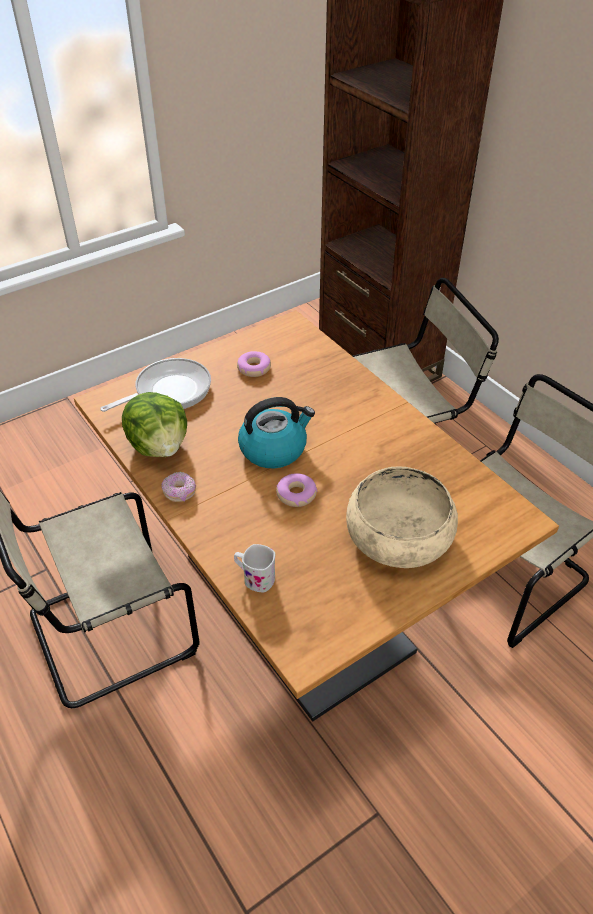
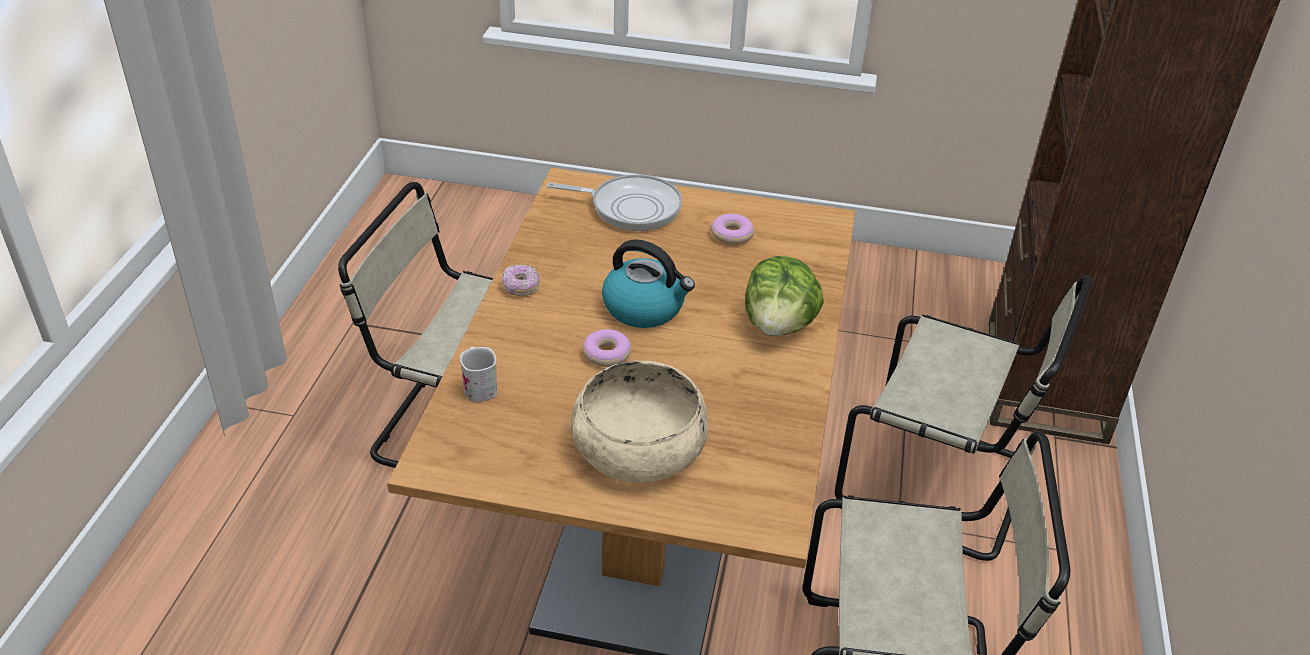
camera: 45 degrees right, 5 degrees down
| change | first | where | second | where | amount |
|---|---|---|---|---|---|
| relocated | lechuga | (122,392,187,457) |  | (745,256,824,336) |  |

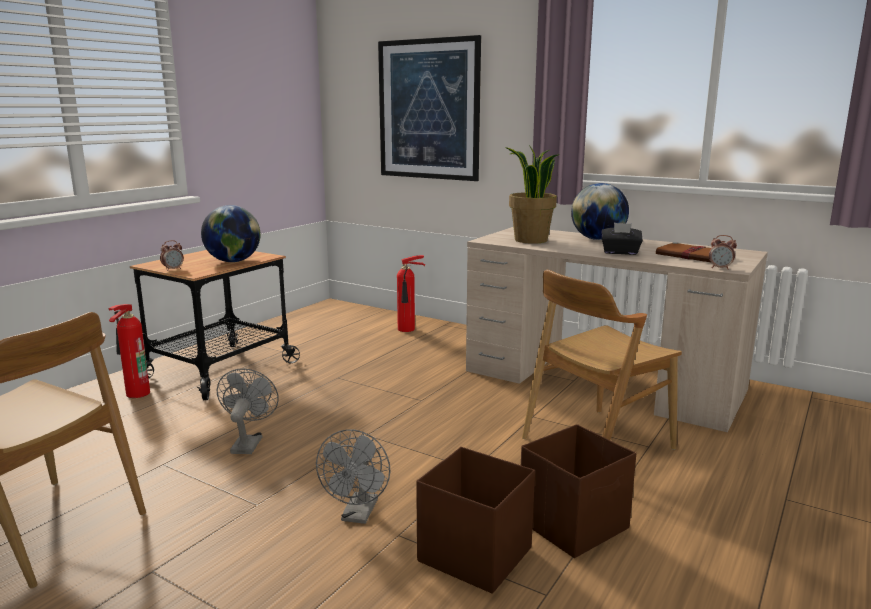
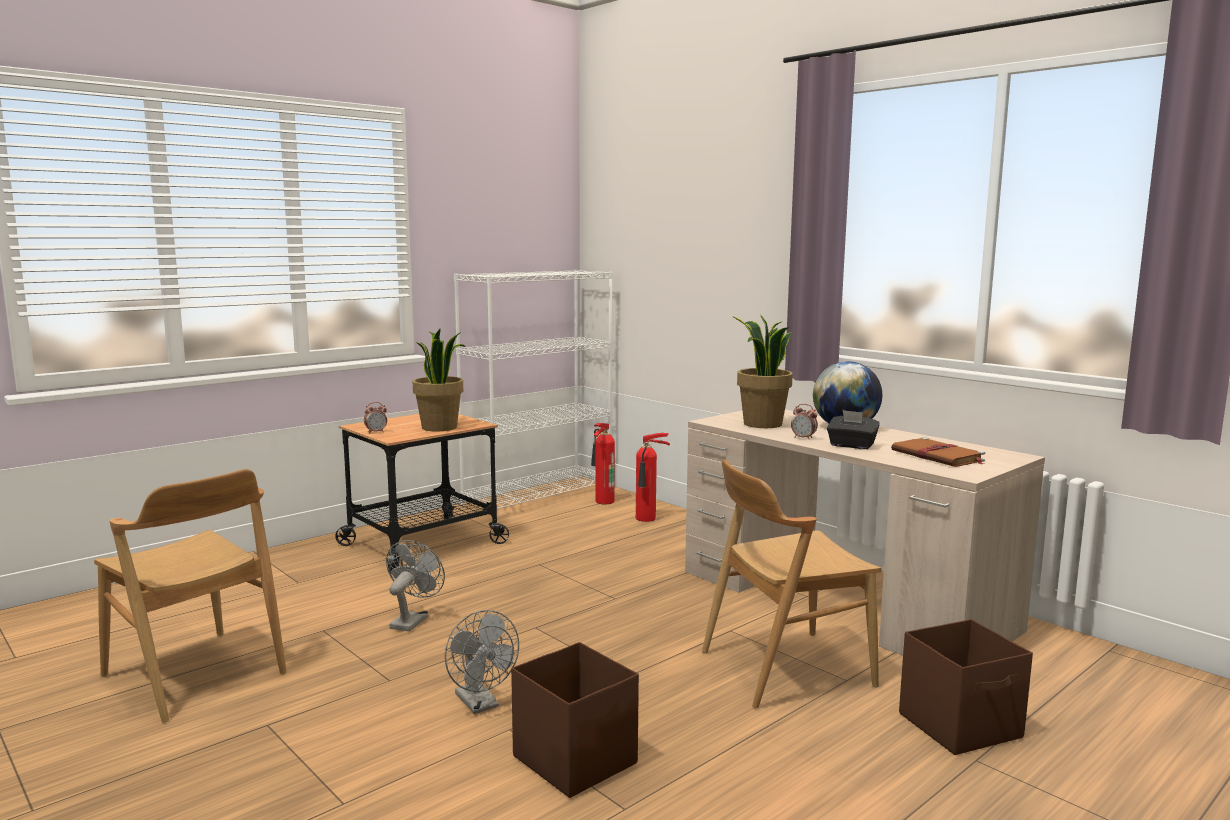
camera: 15 degrees right, 5 degrees down
| change | first | where | second | where | amount |
|---|---|---|---|---|---|
| missing | cuadro | (378,35,481,181) |  |  |  |
| appeared |  |  | estantería (blanco) | (454,270,613,509) |  |
| relocated | extintor | (108,304,150,398) |  | (591,423,615,504) |  |
| relocated | caja de almacenaje (marrón) | (521,424,636,558) |  | (899,619,1033,755) |  |
| relocated | despertador | (709,235,737,270) |  | (791,404,818,440) |  |
| exchanged | globo terráqueo | (201,205,261,262) | planta en maceta | (413,329,466,431) |  |
| spun | ventilador (gris) | (316,429,390,524) |  | (445,610,519,714) | 60 degrees counterclockwise |

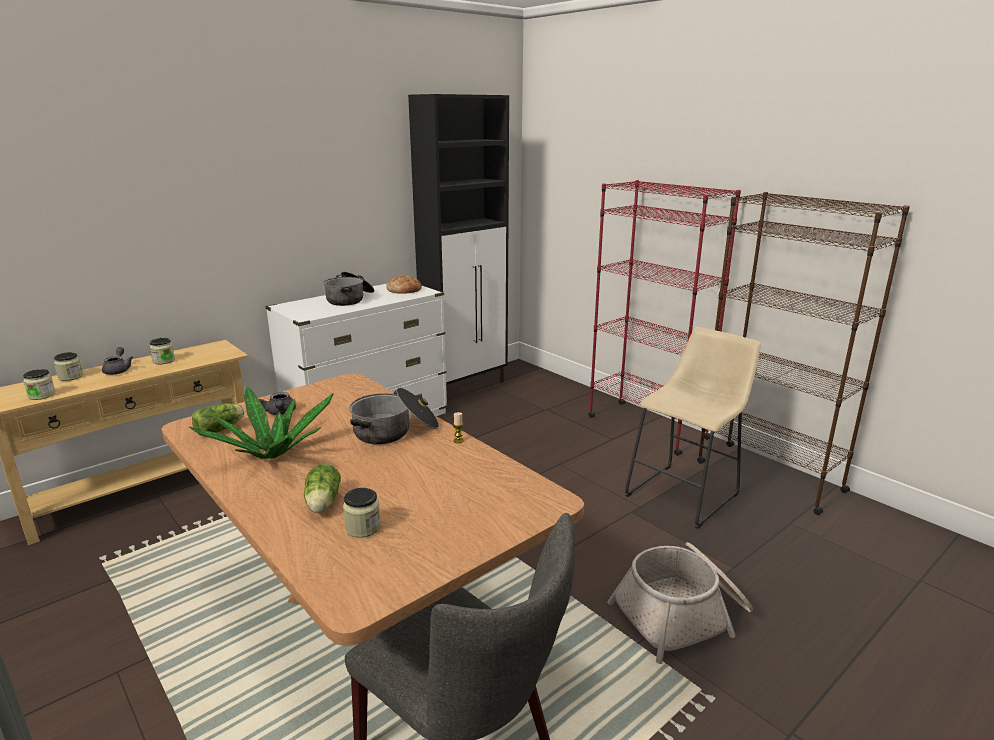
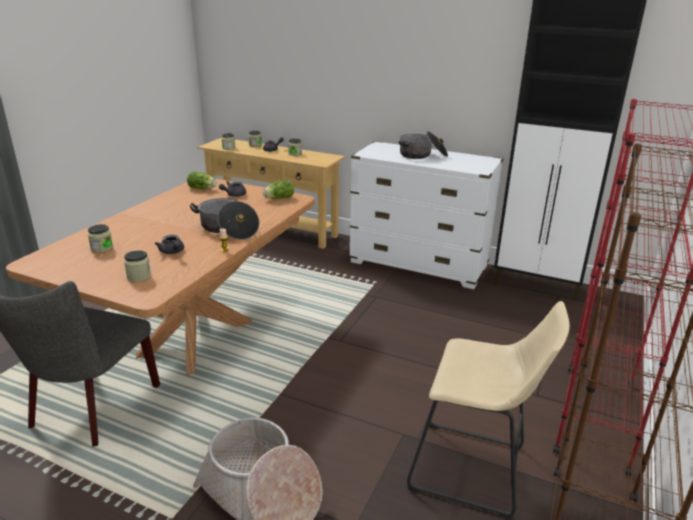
camera: 65 degrees right, 5 degrees up
| change | first | where | second | where | amount |
|---|---|---|---|---|---|
| missing | planta en maceta | (189,386,334,459) |  |  |  |
| missing | pan | (386,275,422,294) |  |  |  |
| appeared |  |  | tarro | (124,250,151,282) |  |
| appeared |  |  | tetera (gris) | (155,235,184,254) |  |
| relocated | lechuga | (304,464,341,513) |  | (263,180,294,199) |  |

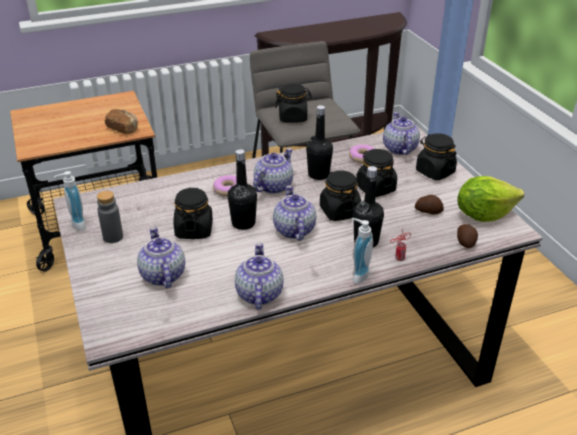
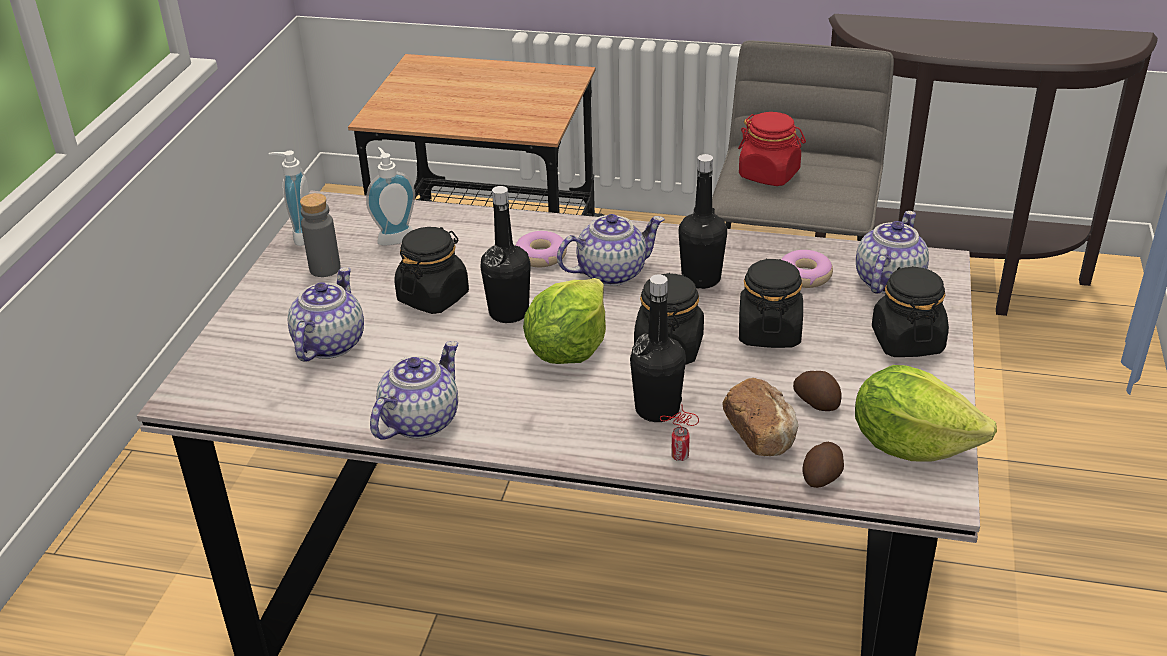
camera: 35 degrees right, 0 degrees up
| change | first | where | second | where | amount |
|---|---|---|---|---|---|
| relocated | pan | (105,109,138,134) |  | (723,378,798,456) |  |
| relocated | dispensador de jabón | (352,218,373,284) |  | (366,147,415,246) |  |
| exchanged | tetera | (273,185,316,241) | lechuga | (523,278,606,364) |  |
| colour | tarro (negro) | (275,83,312,123) | tarro (rojo) | (738,112,806,186) |  |

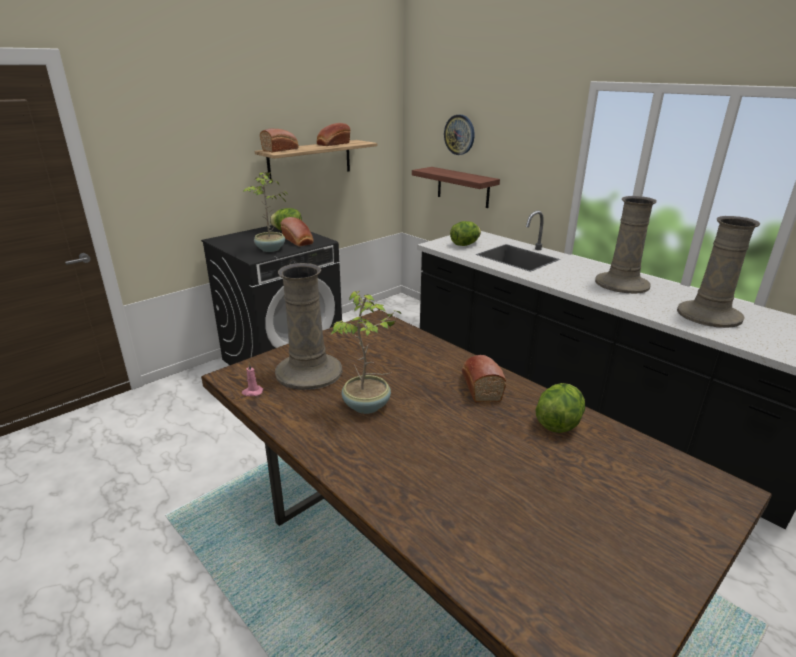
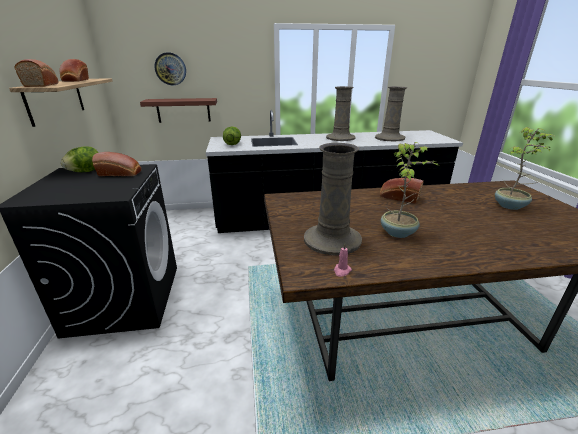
camera: 55 degrees left, 0 degrees up
| change | first | where | second | where | amount |
|---|---|---|---|---|---|
| missing | lechuga | (535,383,585,433) |  |  |  |
| relocated | planta en maceta | (243,172,289,252) |  | (495,127,556,210) |  |

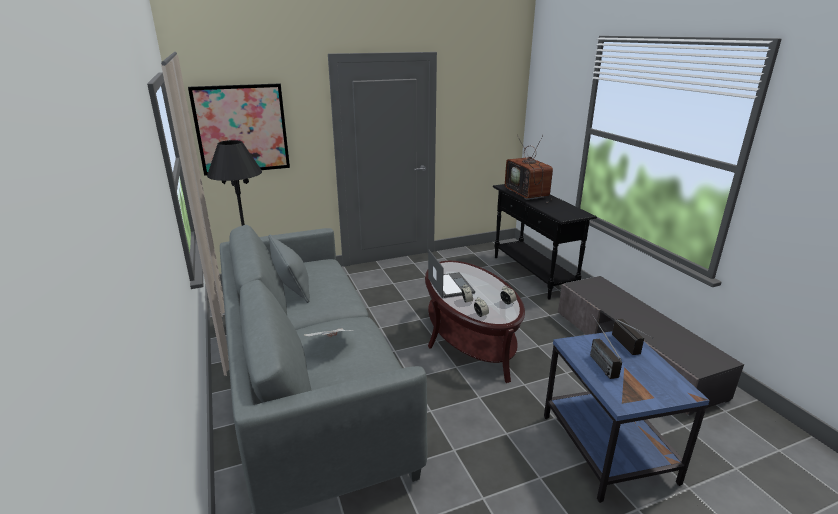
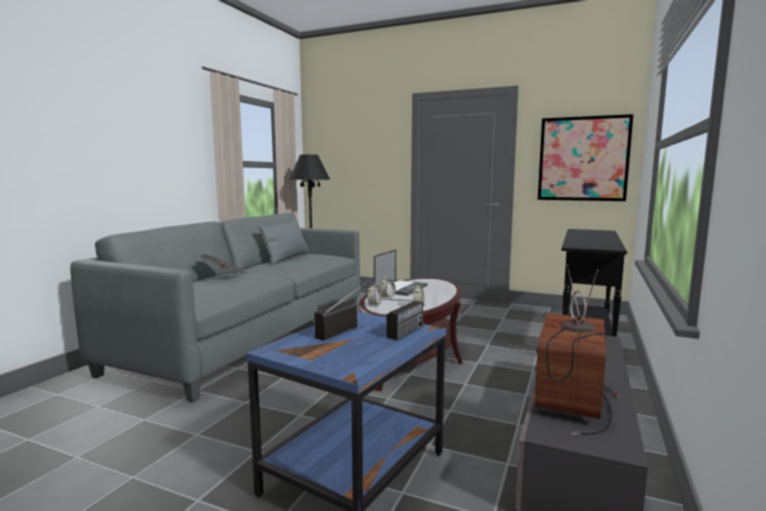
camera: 45 degrees right, 15 degrees down
| change | first | where | second | where | amount |
|---|---|---|---|---|---|
| relocated | cuadro | (188,83,290,176) |  | (538,114,633,201) |  |
| relocated | televisor | (505,135,553,203) |  | (534,264,620,436) |  |

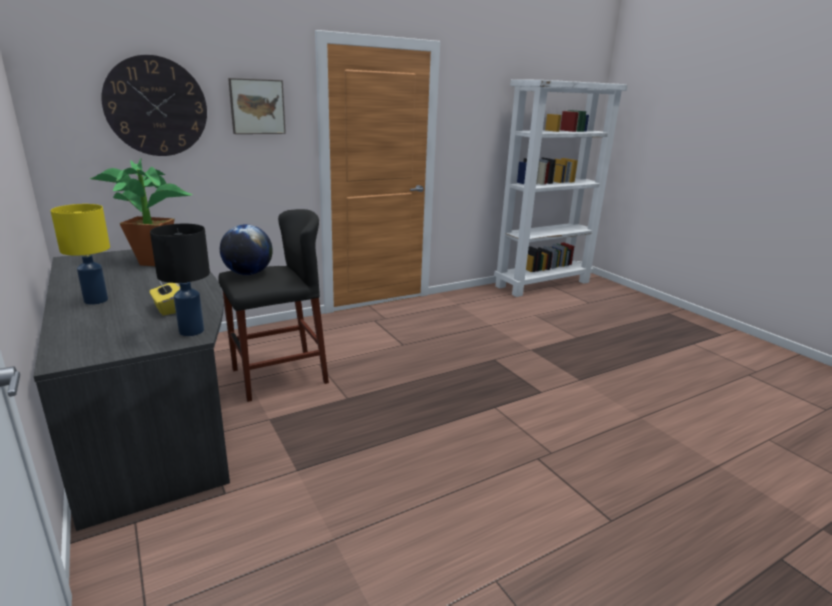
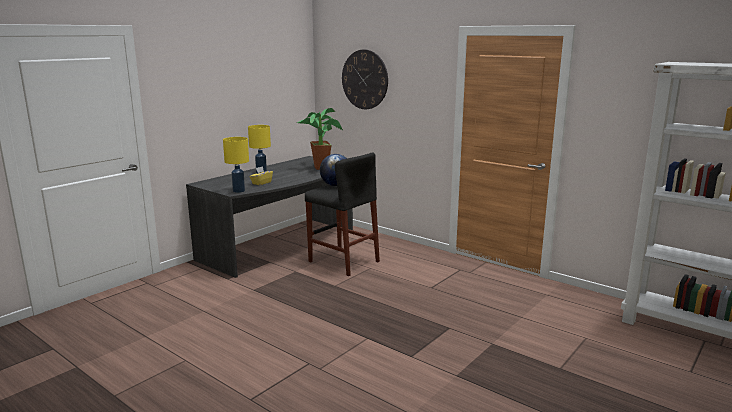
camera: 70 degrees right, 5 degrees down
| change | first | where | second | where | amount |
|---|---|---|---|---|---|
| missing | cuadro | (228,78,286,134) |  |  |  |
| colour | lámpara de mesa (negro) | (150,224,210,336) | lámpara de mesa (amarillo) | (223,137,249,193) |  |

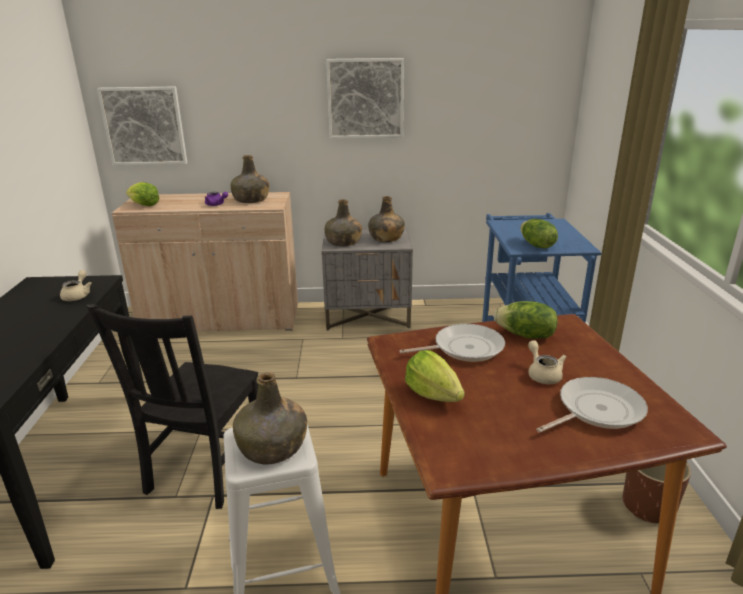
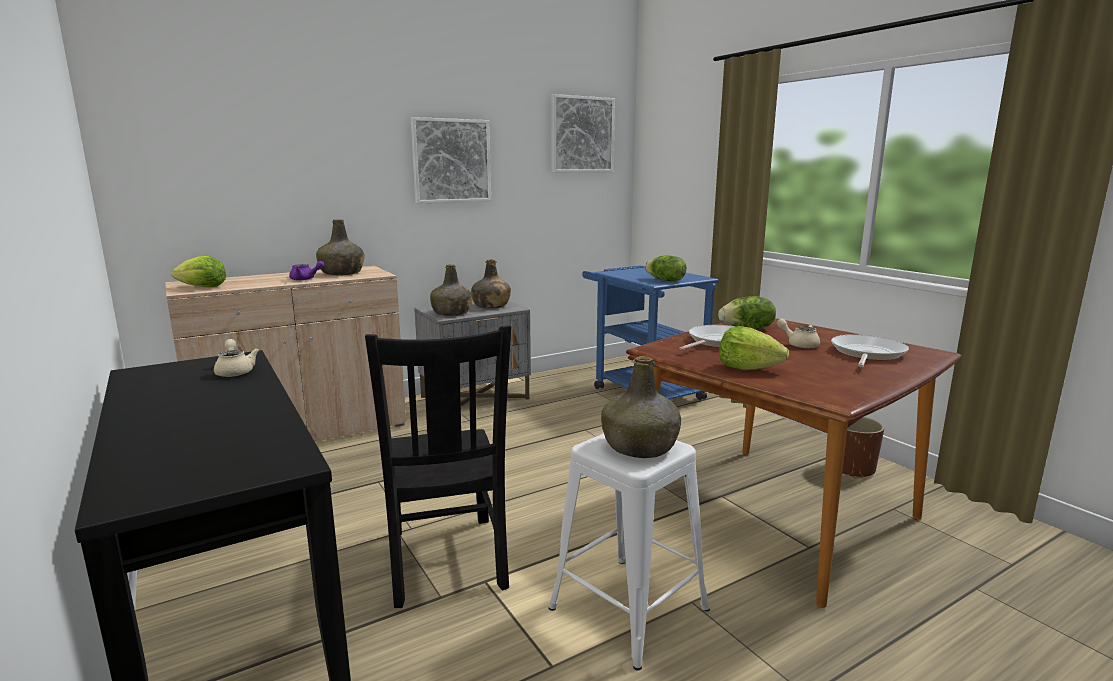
camera: 30 degrees left, 10 degrees down
| change | first | where | second | where | amount |
|---|---|---|---|---|---|
| relocated | cuadro | (97,86,187,166) |  | (551,94,615,172) |  |

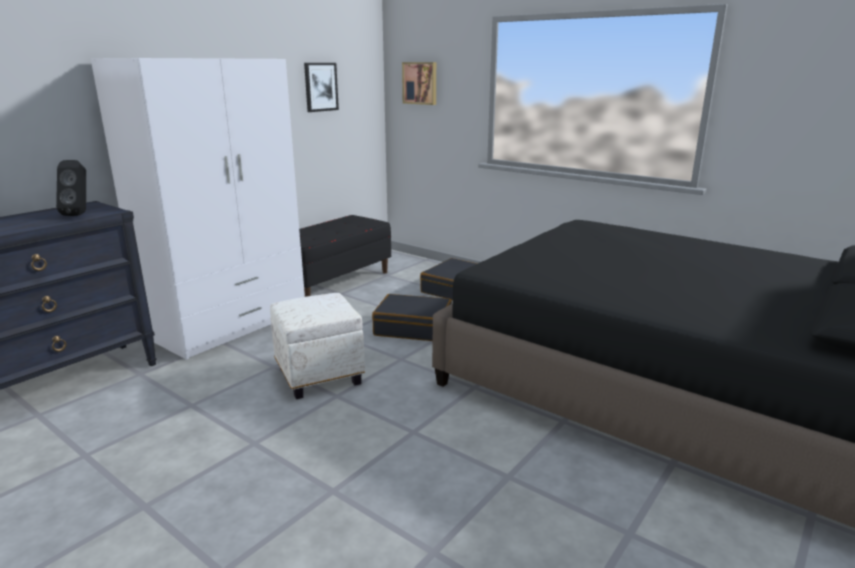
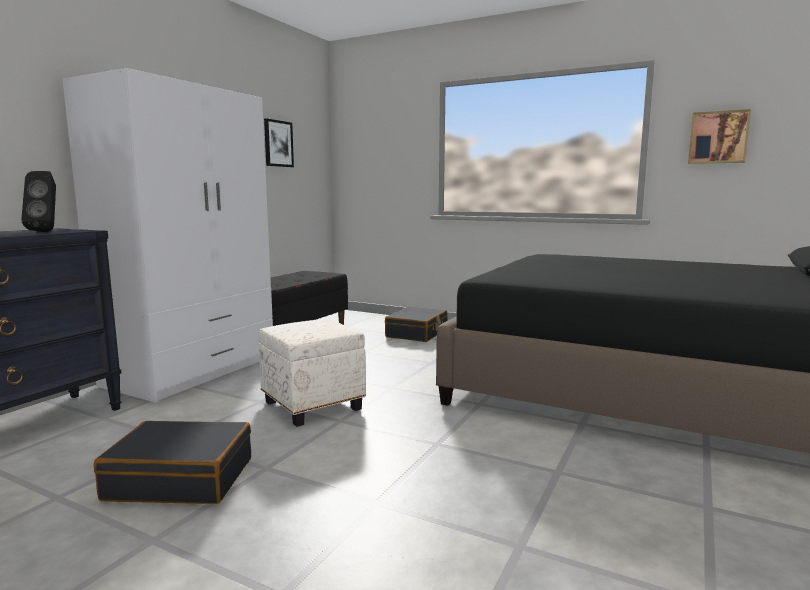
camera: 10 degrees left, 10 degrees down
| change | first | where | second | where | amount |
|---|---|---|---|---|---|
| relocated | maleta (negro) | (372,294,452,341) |  | (94,421,251,504) |  |
| relocated | cuadro | (402,62,436,105) |  | (688,109,751,164) |  |

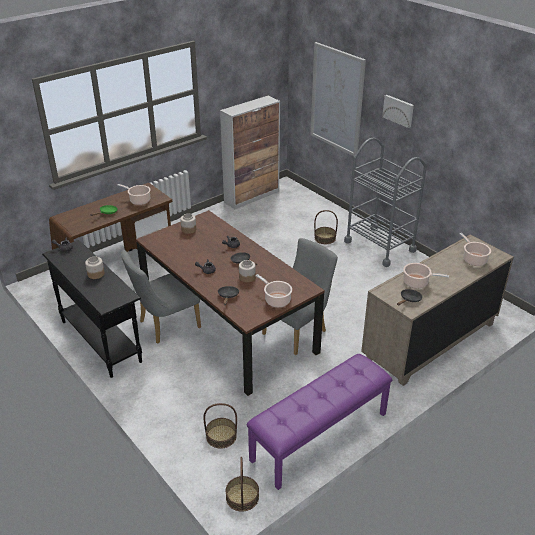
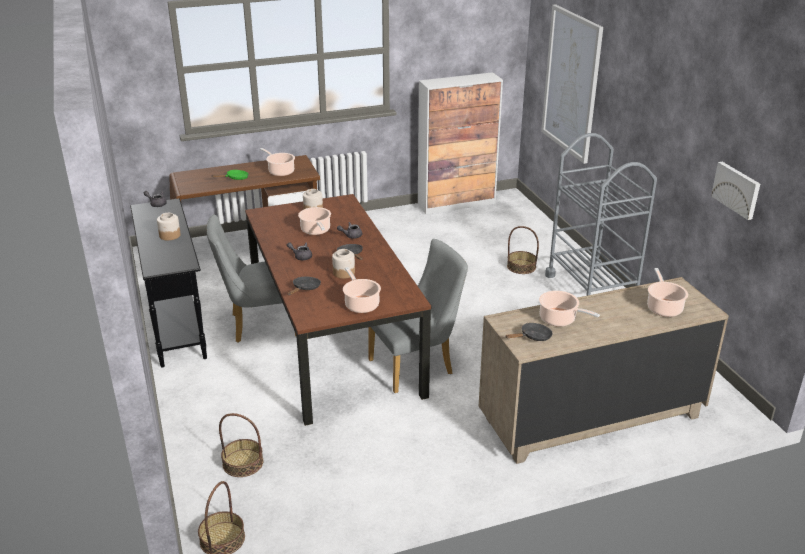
camera: 20 degrees right, 5 degrees down
| change | first | where | second | where | amount |
|---|---|---|---|---|---|
| missing | banco (morado) | (247,354,392,490) |  |  |  |
| appeared |  |  | olla | (298,207,331,235) |  |
| relocated | cuadro | (382,95,414,128) |  | (711,162,760,220) |  |

